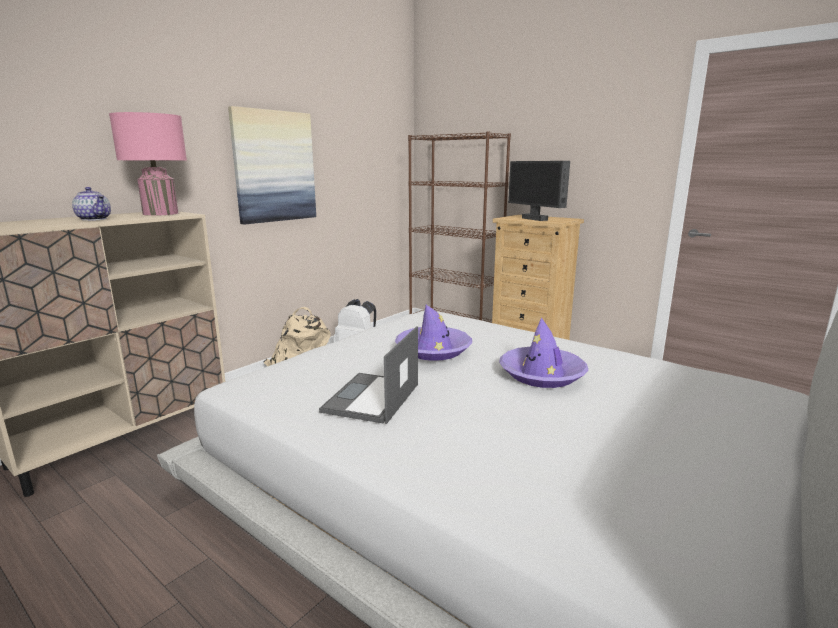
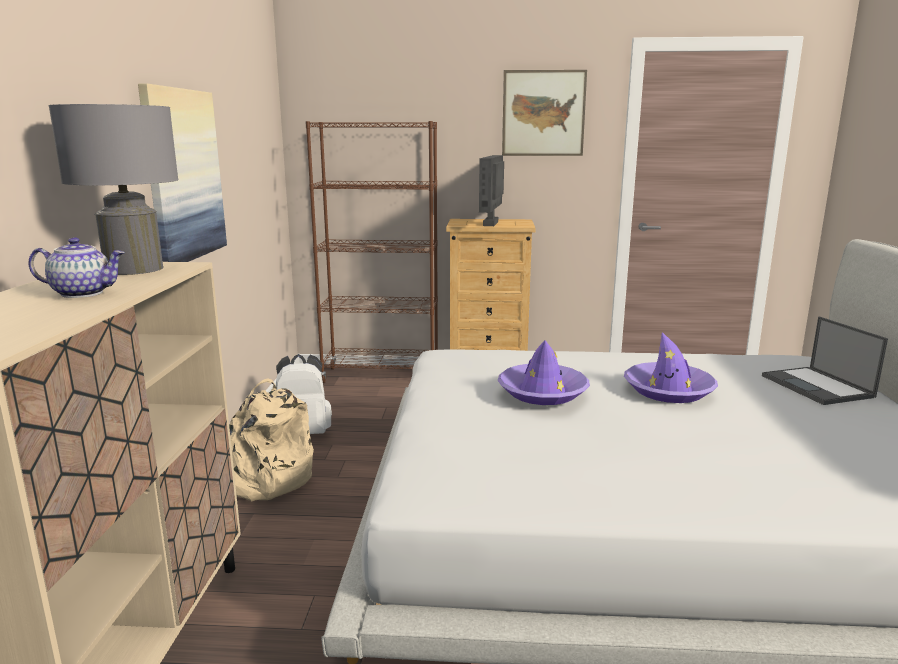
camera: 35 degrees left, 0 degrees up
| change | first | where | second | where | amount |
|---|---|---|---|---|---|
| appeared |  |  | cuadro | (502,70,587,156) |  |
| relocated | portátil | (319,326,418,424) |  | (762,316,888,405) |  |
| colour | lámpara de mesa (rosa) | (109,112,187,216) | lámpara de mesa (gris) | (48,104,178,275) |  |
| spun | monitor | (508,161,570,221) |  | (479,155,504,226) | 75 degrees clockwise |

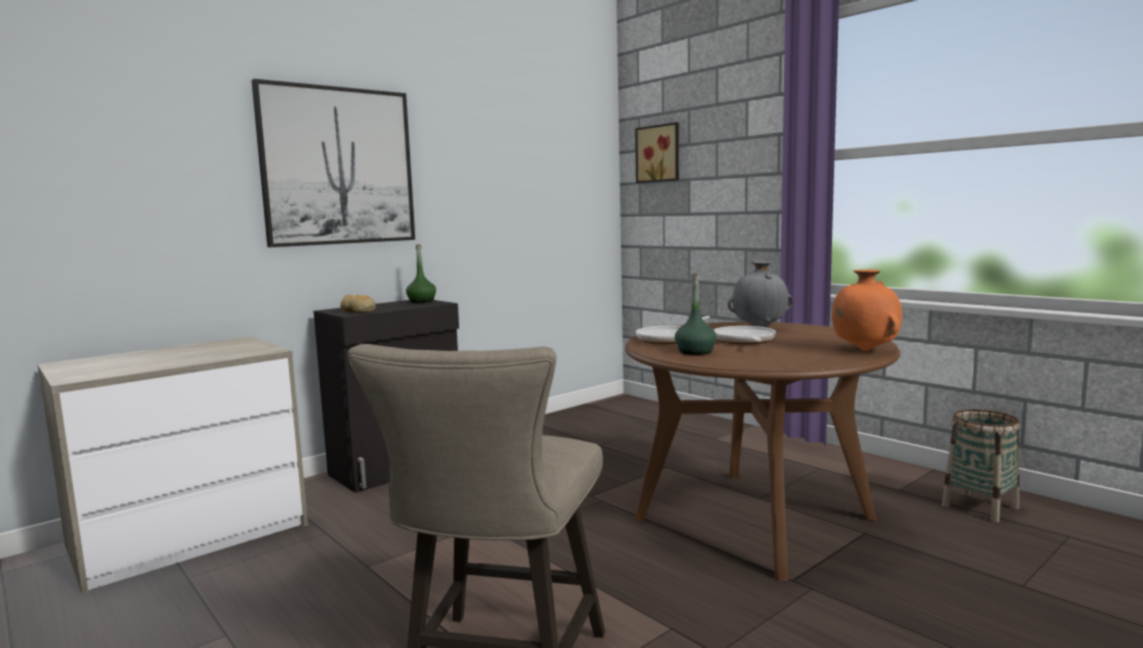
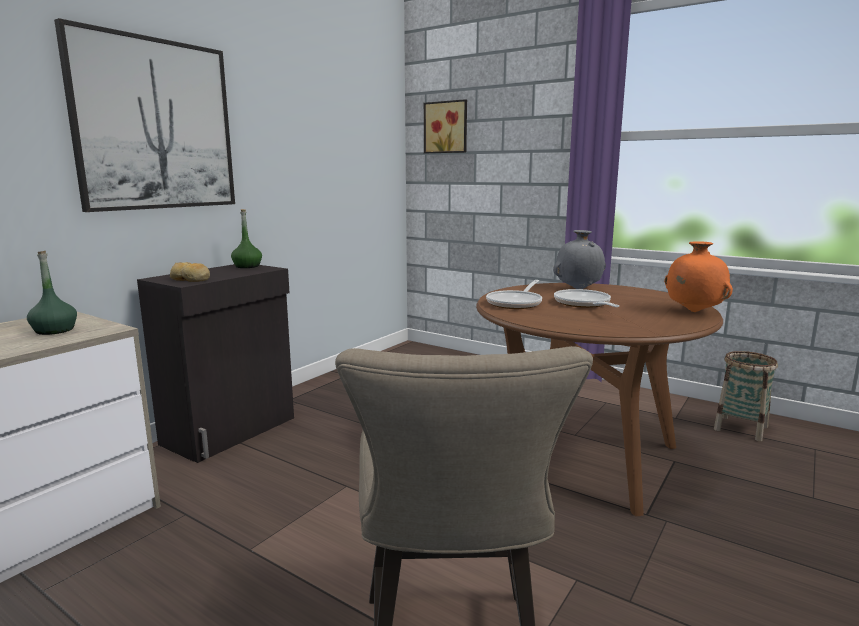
camera: 15 degrees left, 5 degrees up
| change | first | where | second | where | amount |
|---|---|---|---|---|---|
| relocated | botella (verde) | (675,273,717,355) |  | (27,251,77,335) |  |

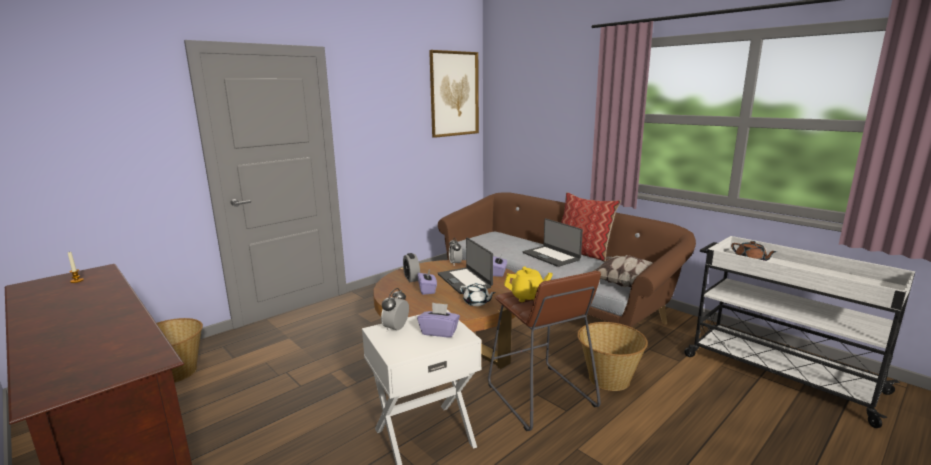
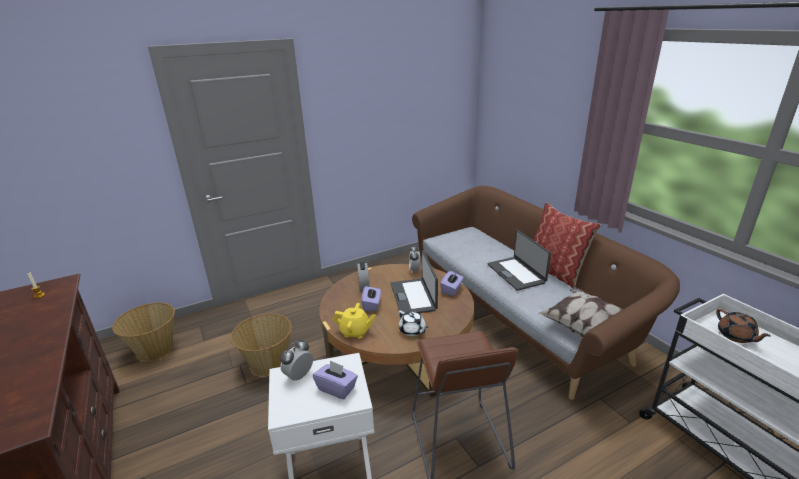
camera: 15 degrees right, 10 degrees up
| change | first | where | second | where | amount |
|---|---|---|---|---|---|
| missing | cuadro | (429,50,479,138) |  |  |  |
| relocated | tetera (amarillo) | (504,266,553,302) |  | (333,303,375,338) |  |
| relocated | cesta | (577,322,648,391) |  | (230,314,292,376) |  |

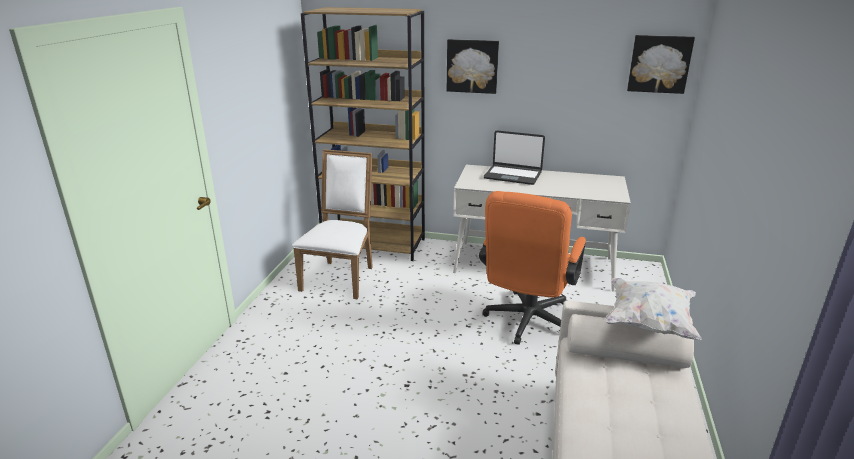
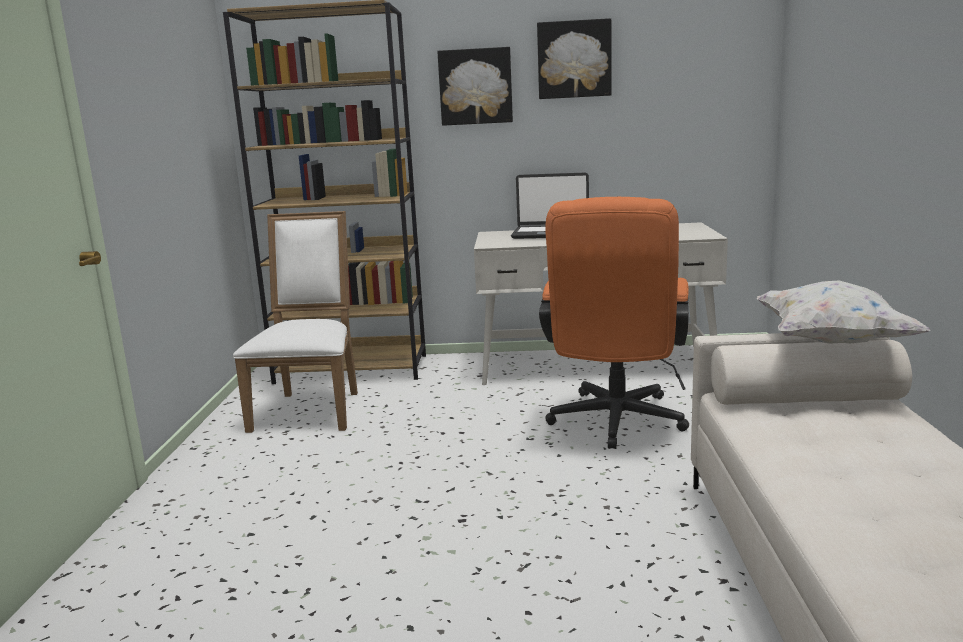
camera: 10 degrees left, 10 degrees down
| change | first | where | second | where | amount |
|---|---|---|---|---|---|
| relocated | cuadro | (627,35,695,94) |  | (537,18,612,99) |  |

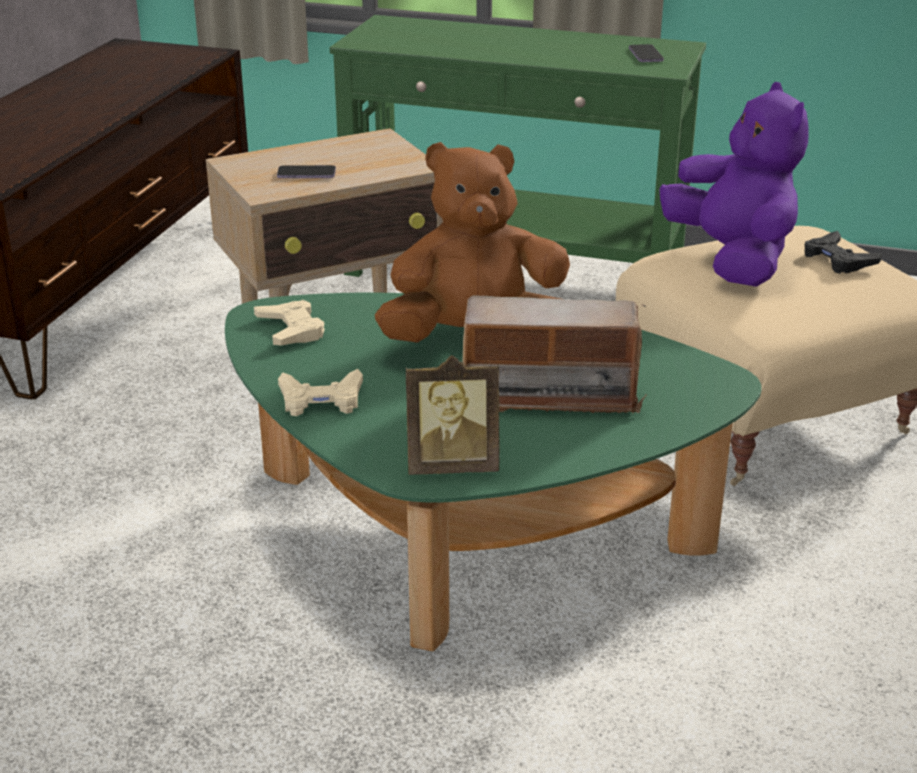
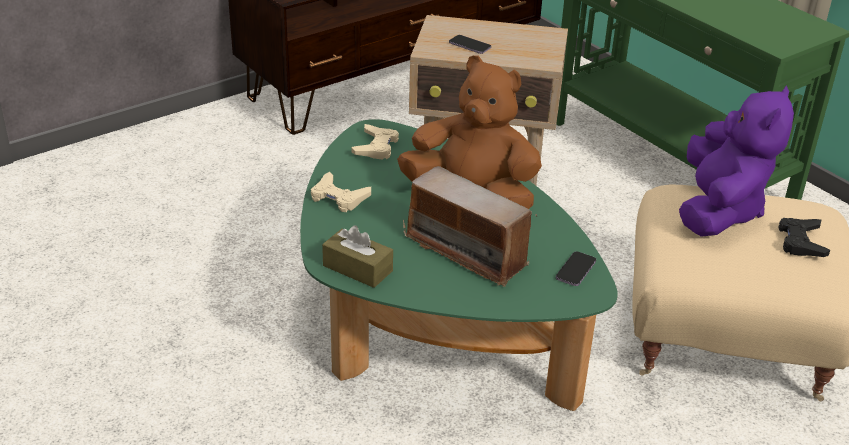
camera: 35 degrees right, 5 degrees up
| change | first | where | second | where | amount |
|---|---|---|---|---|---|
| relocated | móvil | (629,44,664,62) |  | (556,251,596,286) |  |
| exchanged | portarretratos | (406,355,500,475) | caja de pañuelos (marrón) | (322,226,393,288) |  |

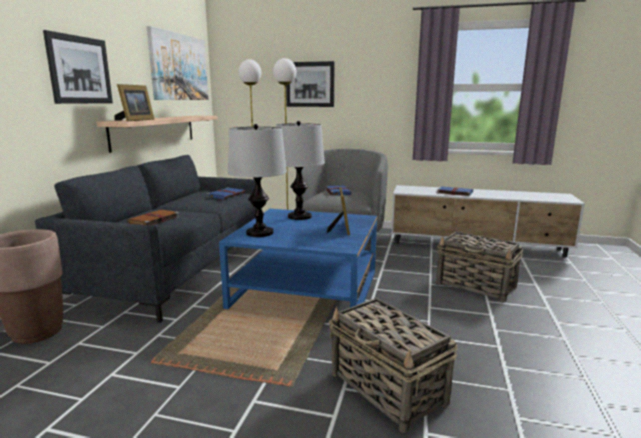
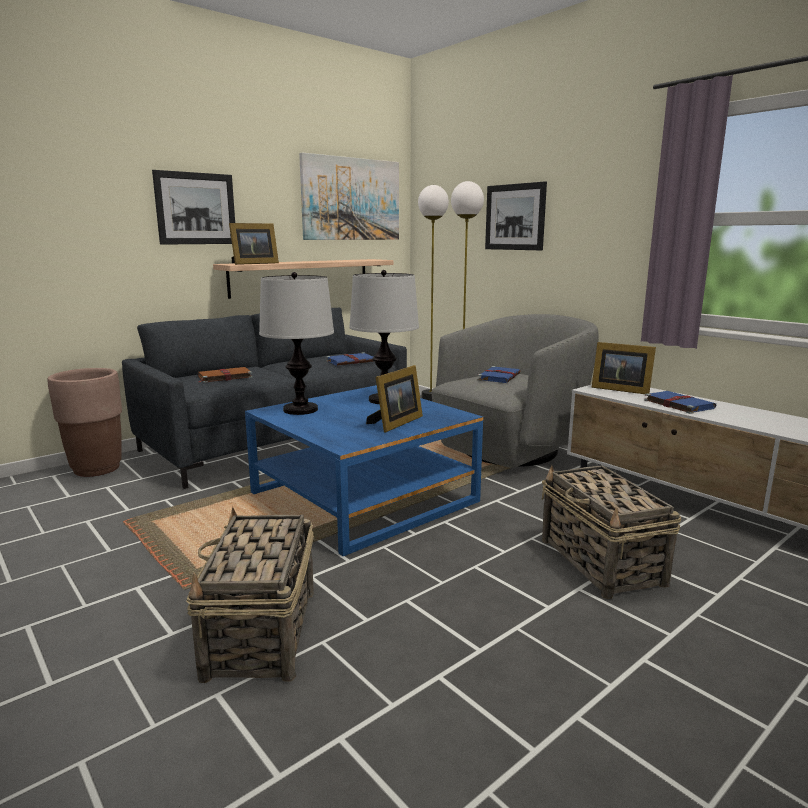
camera: 35 degrees right, 0 degrees up
| change | first | where | second | where | amount |
|---|---|---|---|---|---|
| appeared |  |  | portarretratos | (591,342,656,394) |  |

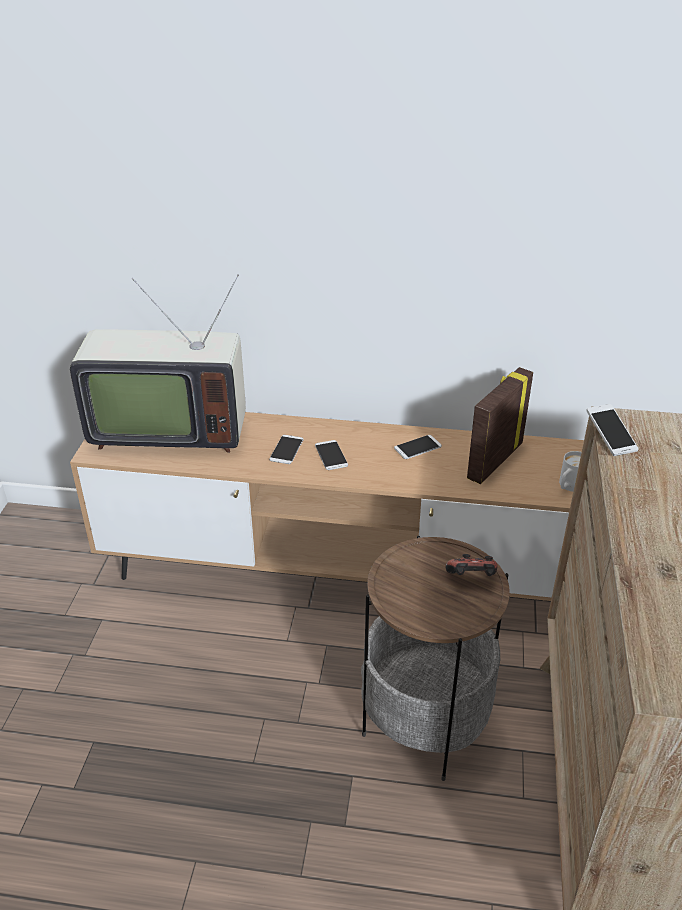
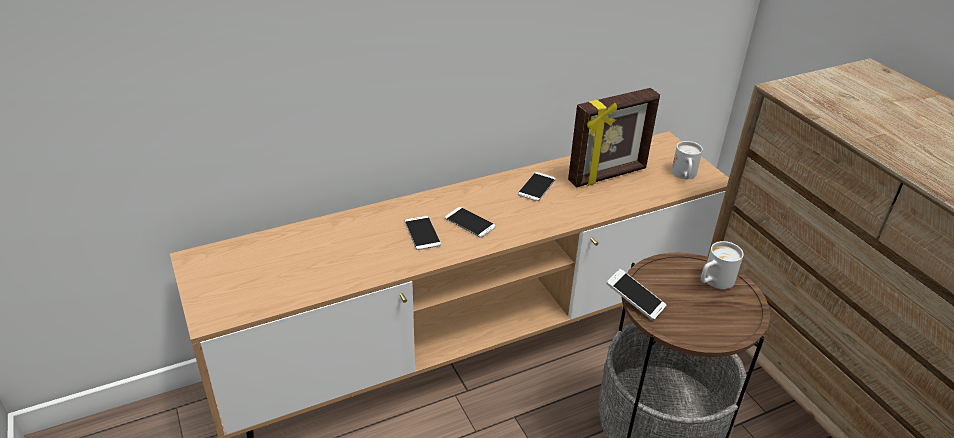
camera: 35 degrees left, 0 degrees up
| change | first | where | second | where | amount |
|---|---|---|---|---|---|
| missing | televisor | (70,274,246,453) |  |  |  |
| relocated | móvil | (586,404,638,456) |  | (606,269,667,321) |  |
| exchanged | mando de consola | (445,554,497,576) | taza grande (blanco) | (701,241,744,289) |  |
| spun | portarretratos | (467,367,533,484) |  | (568,88,660,187) | 120 degrees counterclockwise |

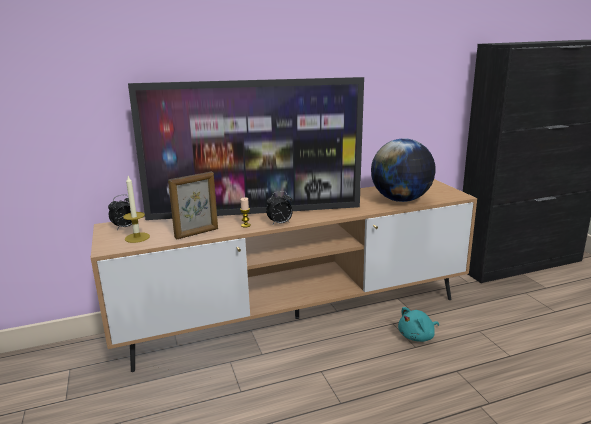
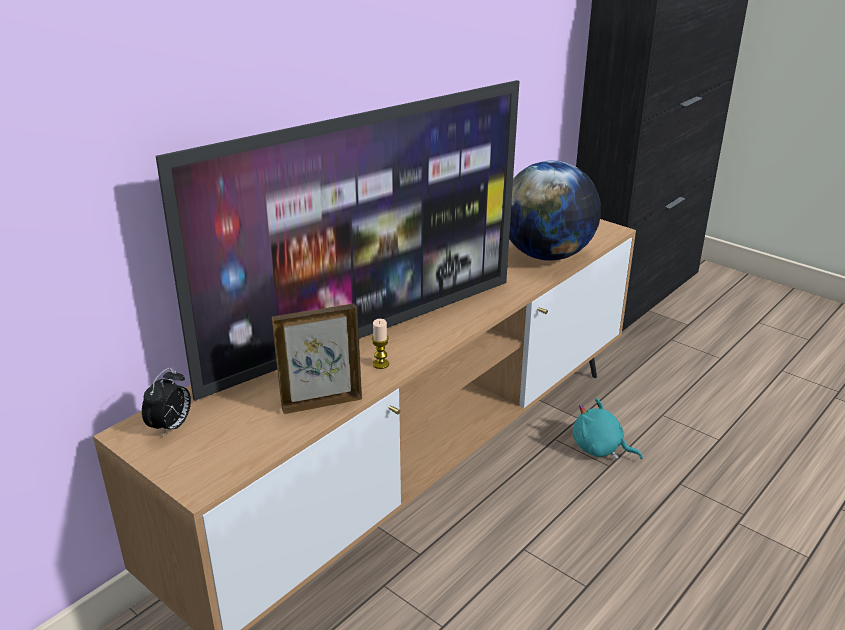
camera: 30 degrees left, 10 degrees up
| change | first | where | second | where | amount |
|---|---|---|---|---|---|
| missing | vela | (123,176,150,243) |  |  |  |
| missing | despertador | (266,191,292,226) |  |  |  |
| spun | portarretratos | (168,172,218,239) |  | (272,304,362,414) | 135 degrees counterclockwise |
| spun | peluche (turquesa) | (398,307,439,342) |  | (573,398,643,459) | 90 degrees clockwise |

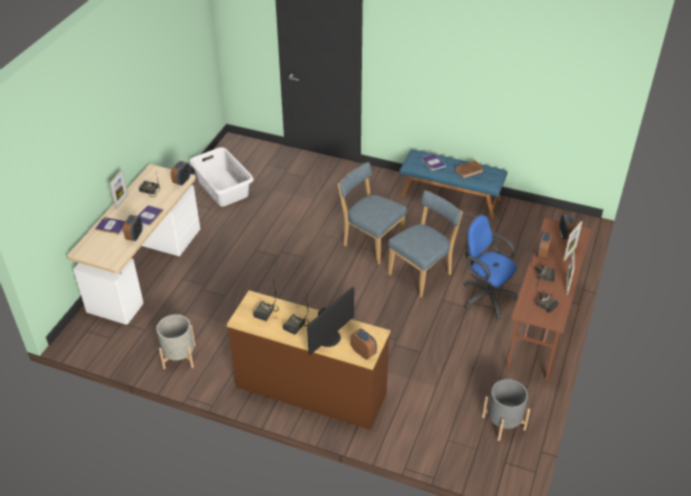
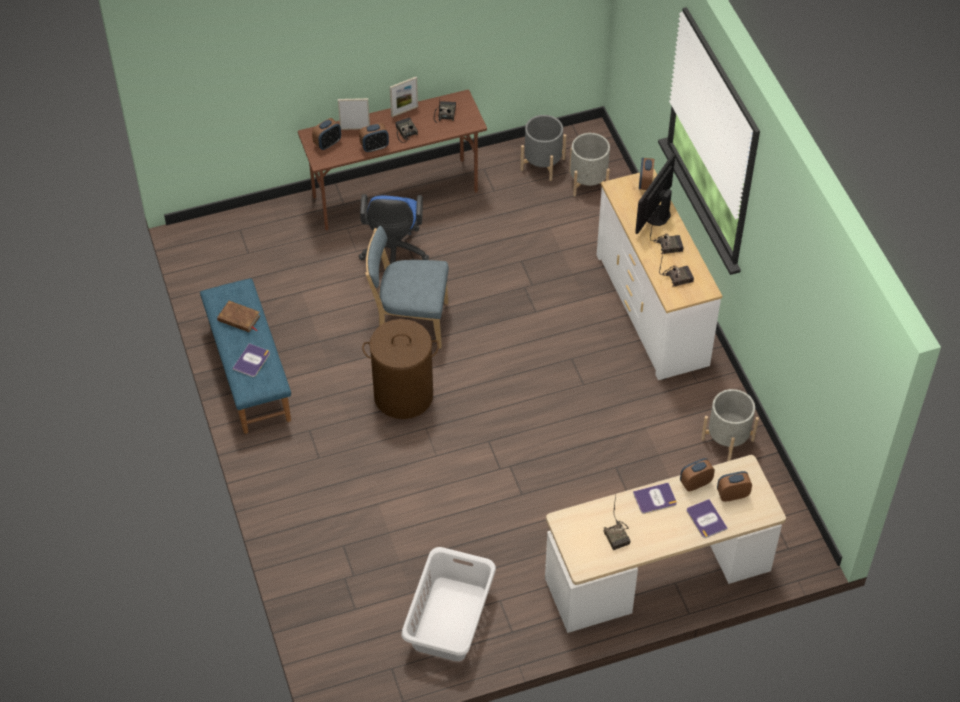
camera: 130 degrees left, 10 degrees up
| change | first | where | second | where | amount |
|---|---|---|---|---|---|
| missing | portarretratos | (109,169,128,209) |  |  |  |
| appeared |  |  | maceta (gris) | (569,133,610,196) |  |
| relocated | despertador | (171,161,191,186) |  | (717,471,752,502) |  |
| exchanged | silla (azul) | (338,162,407,265) | cesto de la ropa (marrón) | (362,319,439,419) |  |
| colour | cómoda (marrón) | (226,290,390,430) | cómoda (blanco) | (597,169,722,380) |  |
| spun | monitor | (307,287,354,355) |  | (635,153,675,234) | 60 degrees counterclockwise |

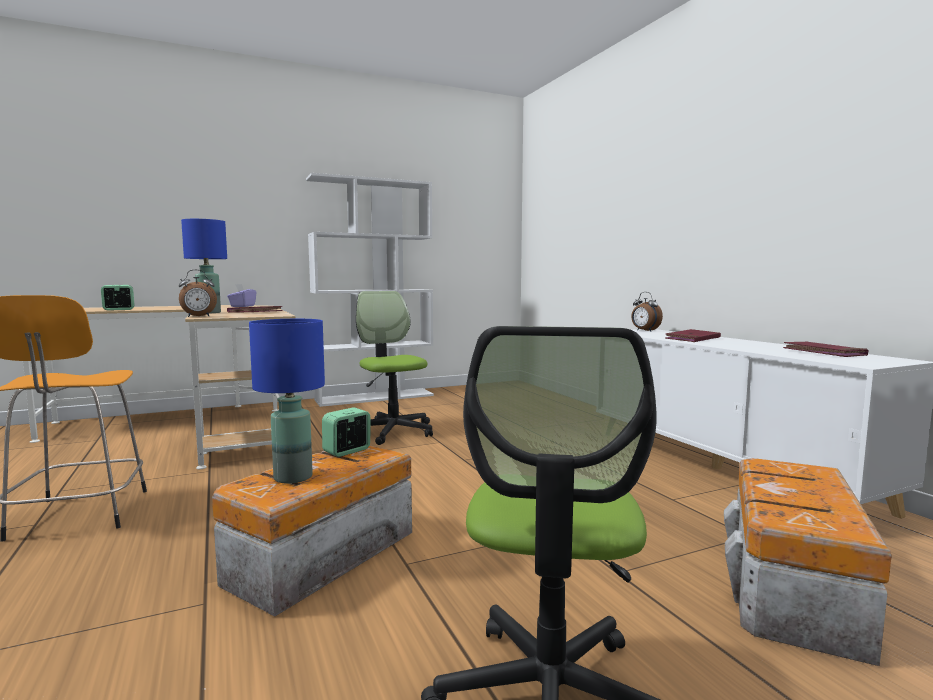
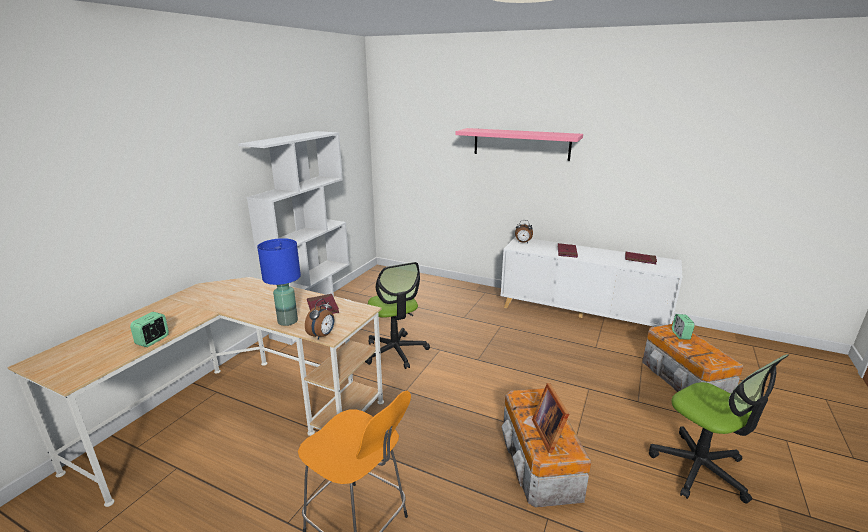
camera: 40 degrees left, 15 degrees up
| change | first | where | second | where | amount |
|---|---|---|---|---|---|
| missing | caja de pañuelos (morado) | (227,284,256,307) |  |  |  |
| appeared |  |  | estante (rosa) | (455,128,583,161) |  |
| relocated | despertador | (322,407,370,457) |  | (672,314,695,340) |  |
| exchanged | lámpara de mesa (azul) | (249,319,325,484) | portarretratos | (532,383,569,453) |  |
| spun | silla de oficina | (356,291,433,445) |  | (365,262,430,369) | 135 degrees counterclockwise |

